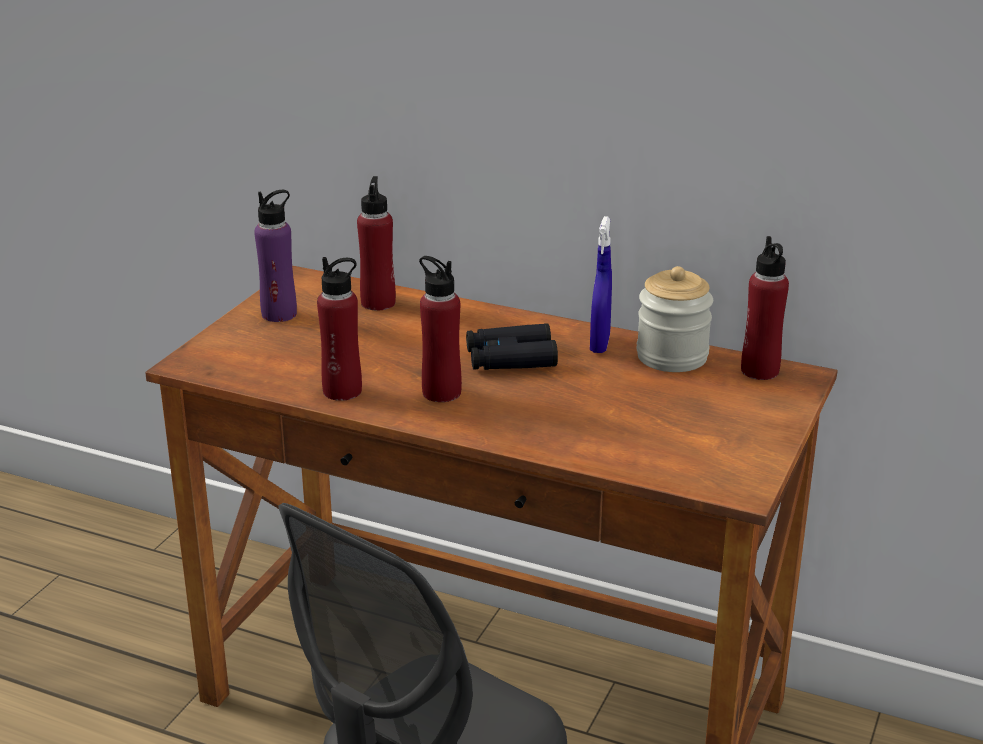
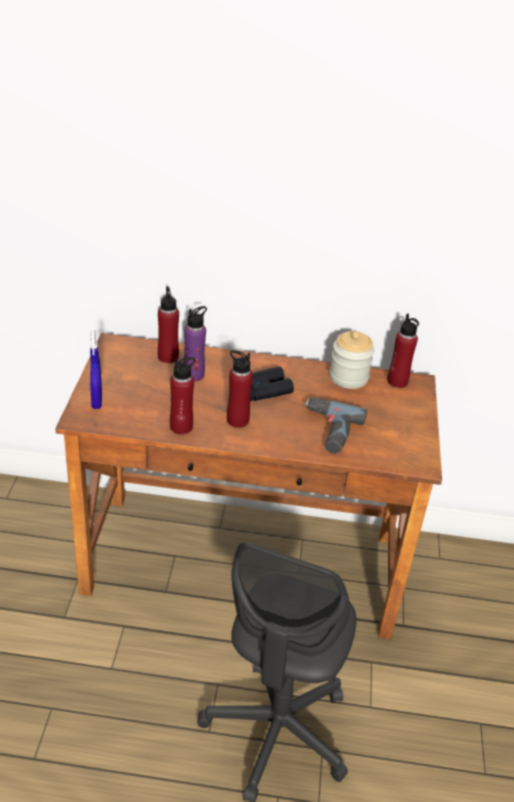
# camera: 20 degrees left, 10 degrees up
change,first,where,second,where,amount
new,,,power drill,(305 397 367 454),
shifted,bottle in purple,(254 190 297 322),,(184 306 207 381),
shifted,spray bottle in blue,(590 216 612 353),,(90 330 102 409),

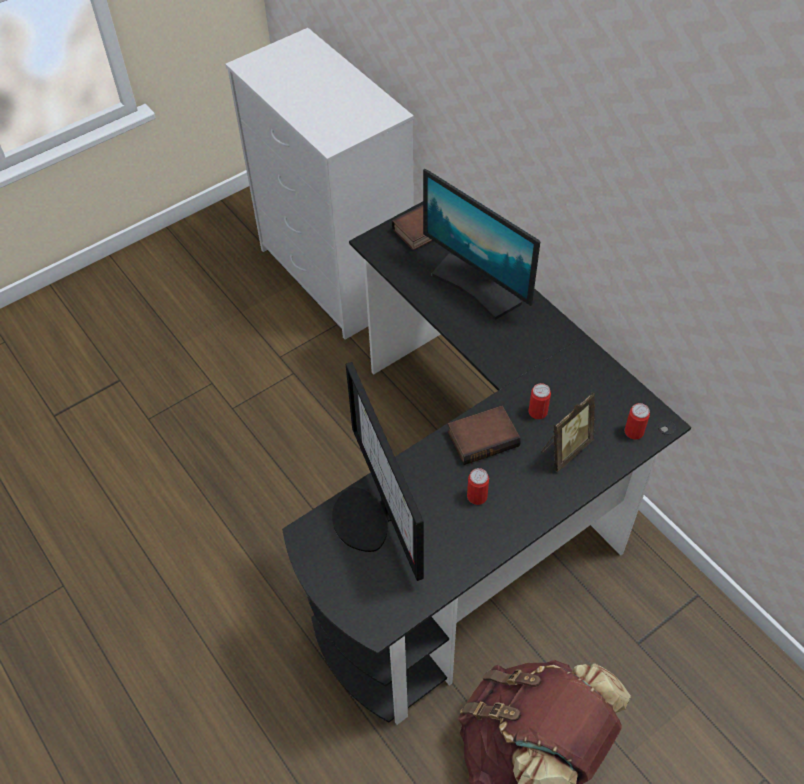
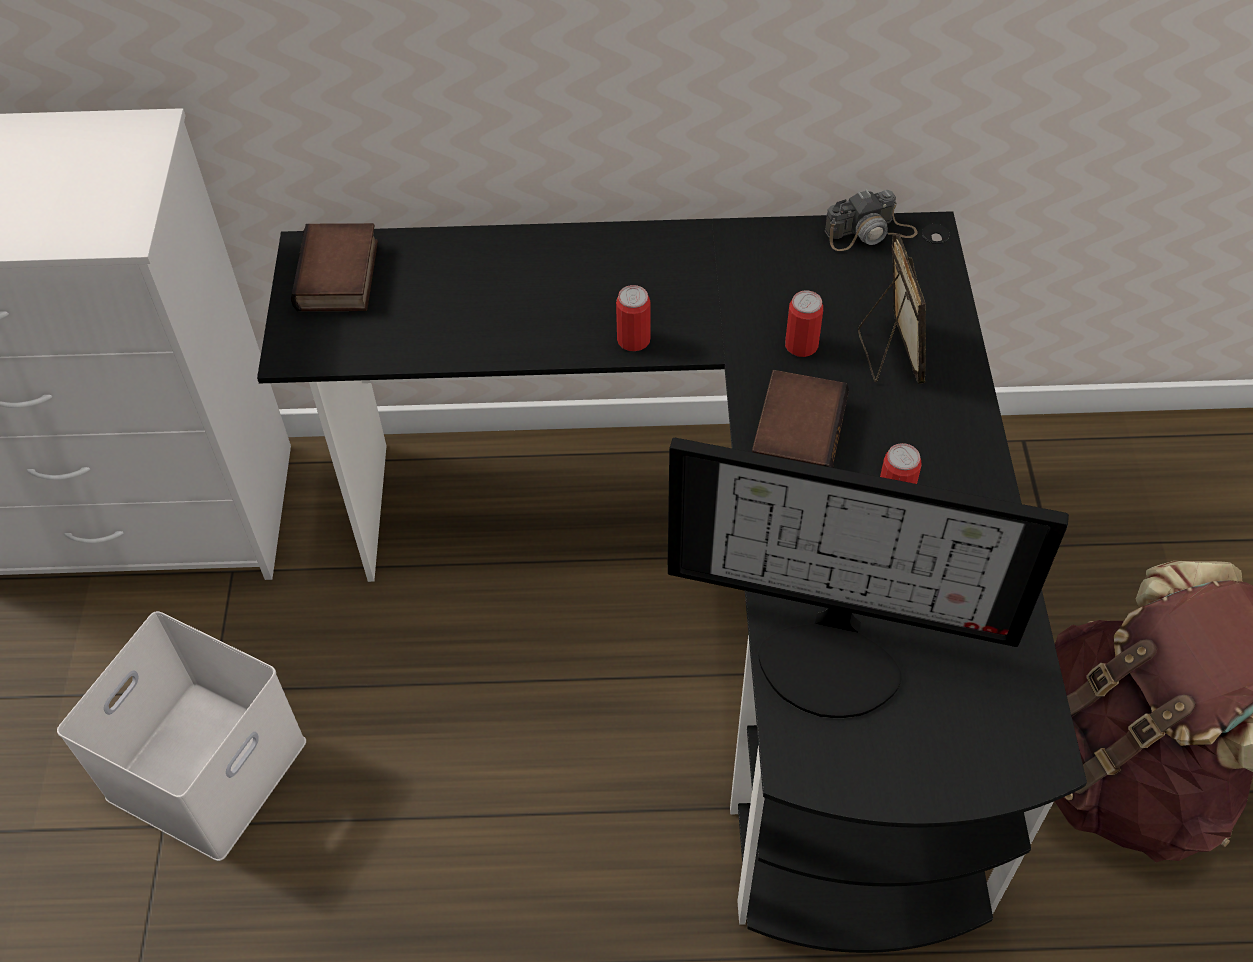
# camera: 55 degrees left, 0 degrees up
change,first,where,second,where,amount
gone,monitor,(423 169 541 320),,,
new,,,storage box in white,(57 611 306 861),
new,,,photo camera,(824 189 918 251),
shifted,can,(624 403 650 440),,(616 285 651 351),

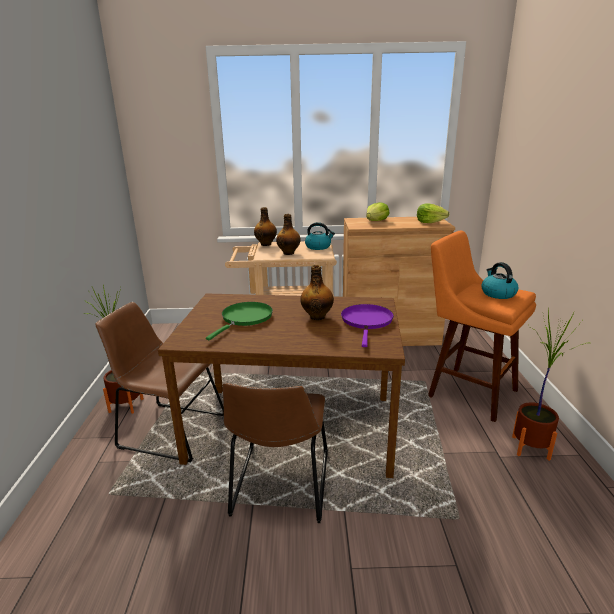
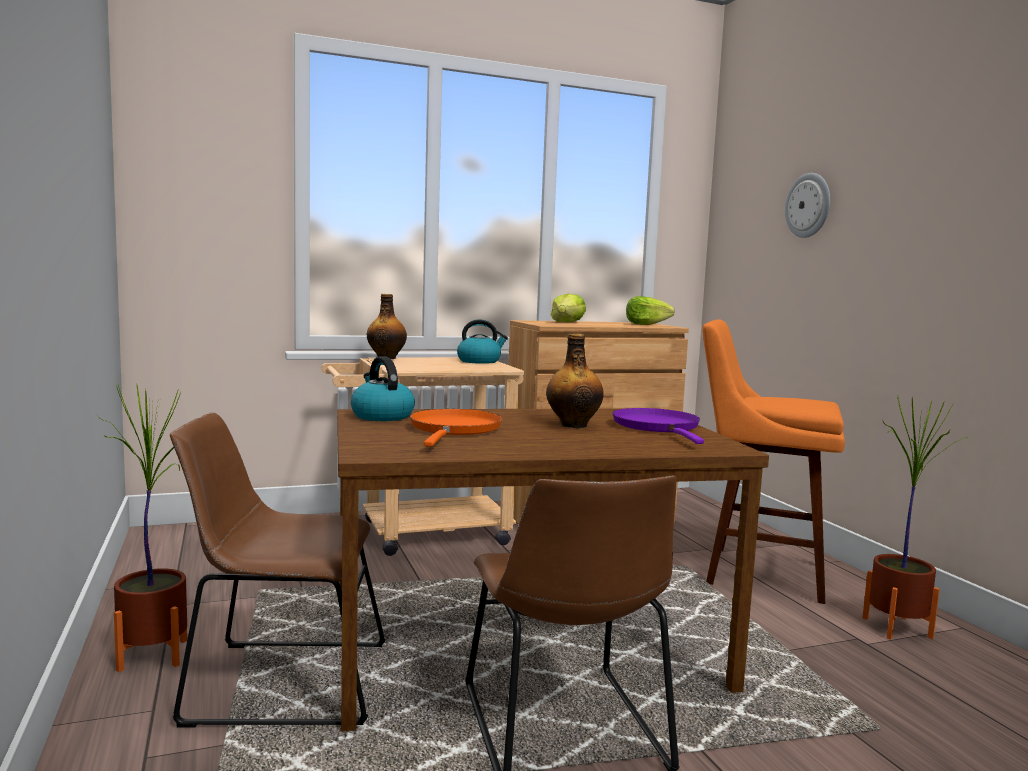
# camera: 20 degrees left, 15 degrees down
change,first,where,second,where,amount
gone,bottle,(276 214 301 255),,,
new,,,wall clock,(785 173 830 238),
shifted,kettle,(482 262 518 299),,(351 356 415 421),
repainted,frying pan in green,(206 302 273 340),frying pan in orange,(410 409 502 447),

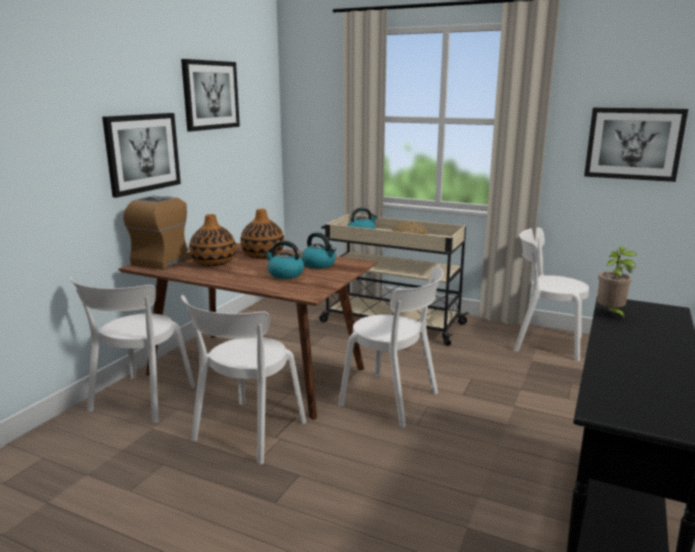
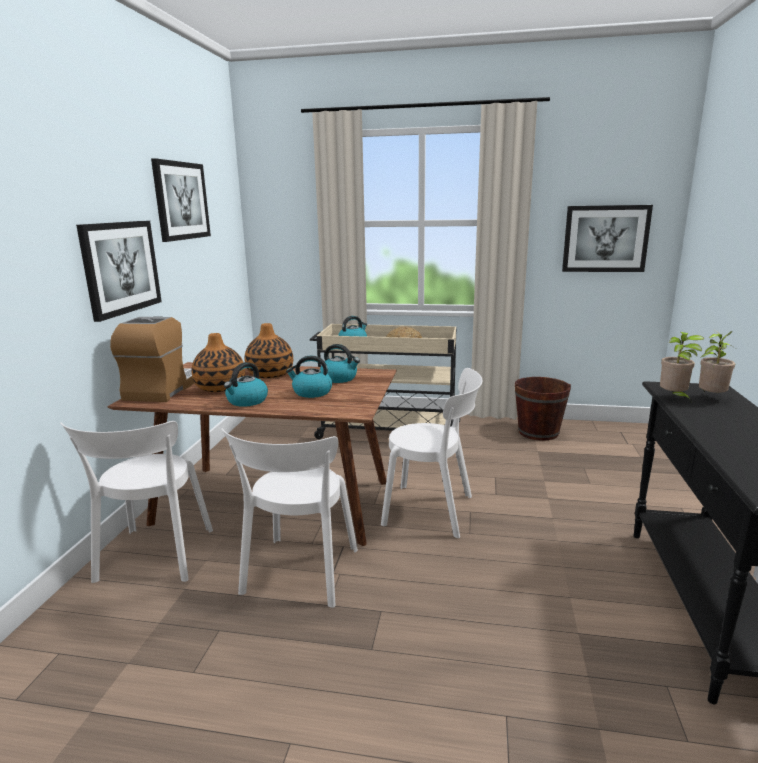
# camera: 15 degrees left, 0 degrees up
change,first,where,second,where,amount
new,,,kettle,(224 362 268 407),
new,,,potted plant,(699 330 735 393),
swapped,chair in white,(514 227 589 361),bucket in brown,(515 377 571 441),

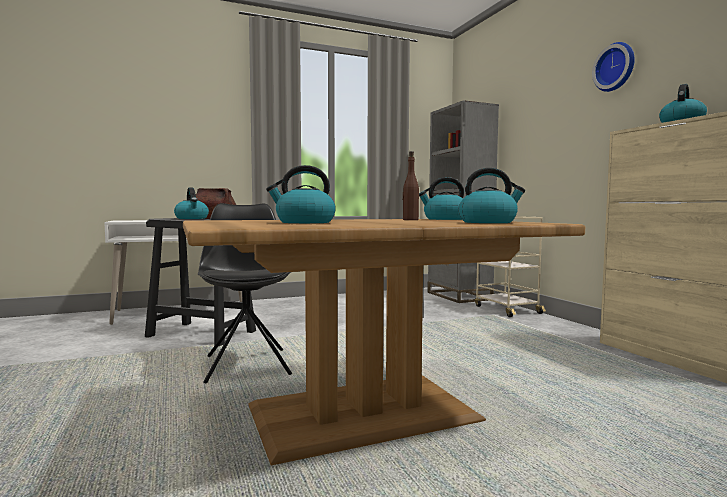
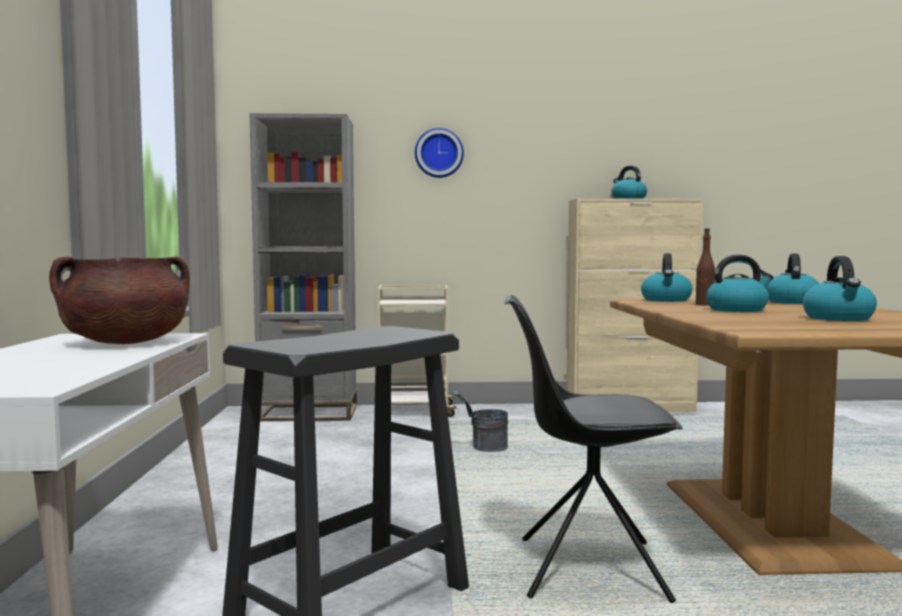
# camera: 70 degrees left, 0 degrees up
change,first,where,second,where,amount
new,,,bucket in grey,(452 391 508 452),
shifted,kettle,(174 187 209 219),,(706 255 773 312),
shifted,wall clock,(592 42 635 92),,(415 128 464 178),

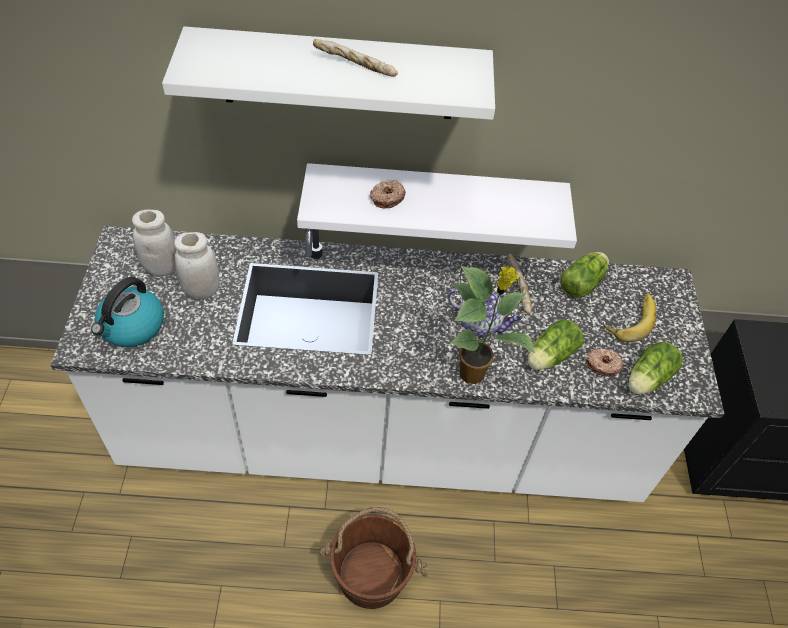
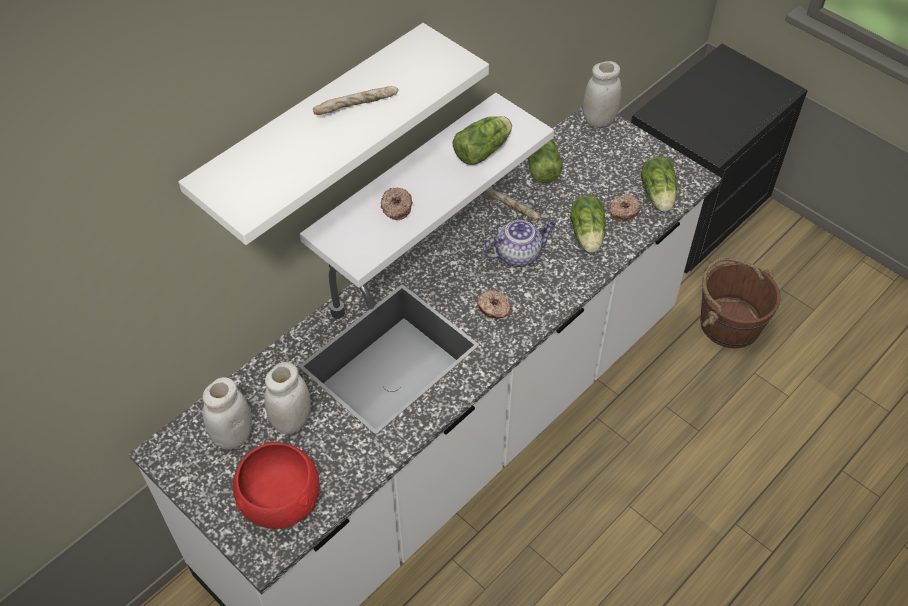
# camera: 45 degrees left, 0 degrees up
change,first,where,second,where,amount
gone,potted plant,(450 266 535 384),,,
gone,banana,(604 294 656 342),,,
new,,,lettuce,(453 116 512 165),
new,,,donut,(477 290 511 319),
new,,,jar in white,(583 61 622 127),
shifted,bucket in brown,(319 507 427 609),,(700 257 781 348),
swapped,kettle,(91 277 164 347),bowl in red,(233 442 320 529),

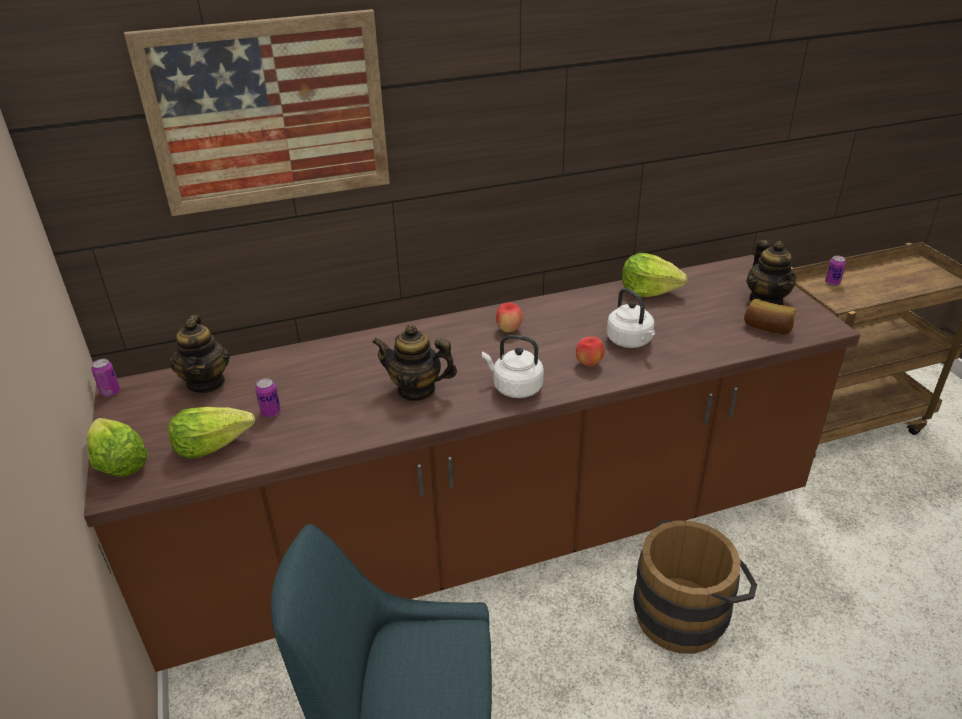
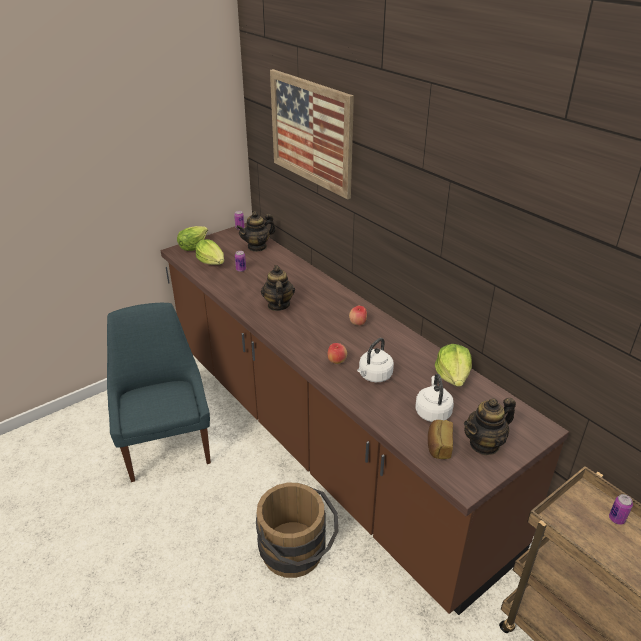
# camera: 70 degrees right, 0 degrees up
change,first,where,second,where,amount
shifted,kettle in white,(482 335 544 398),,(415 374 454 422),

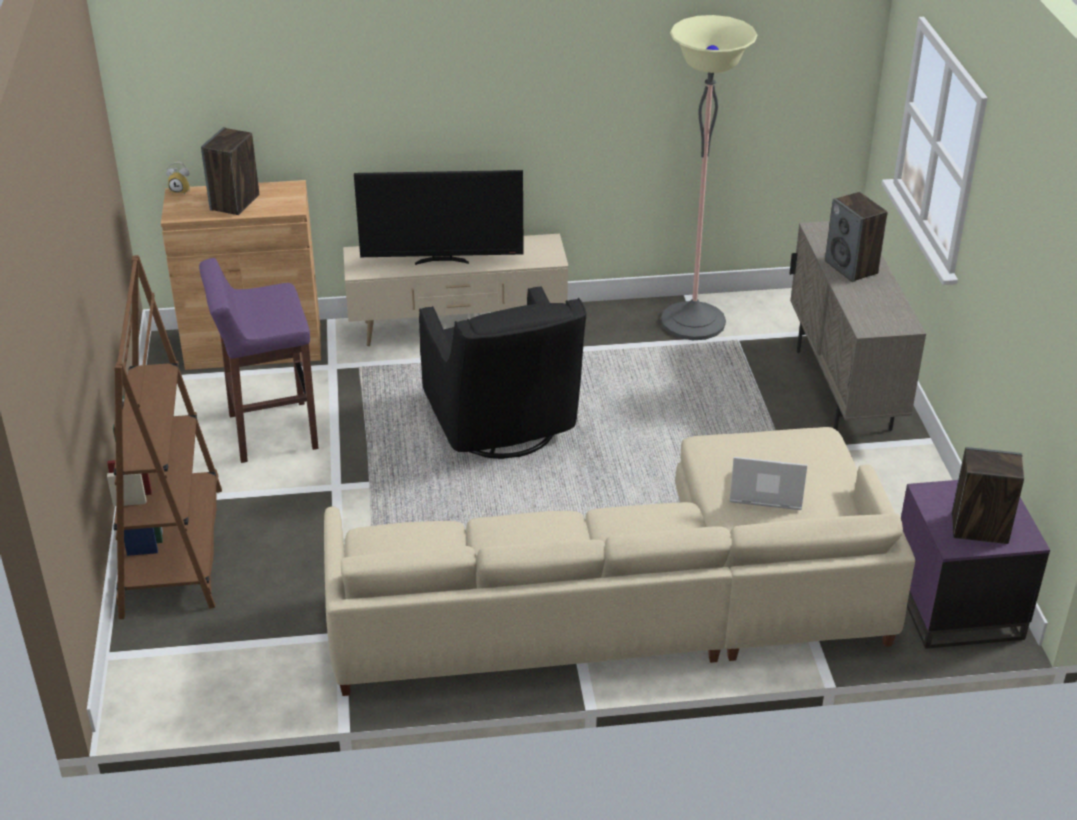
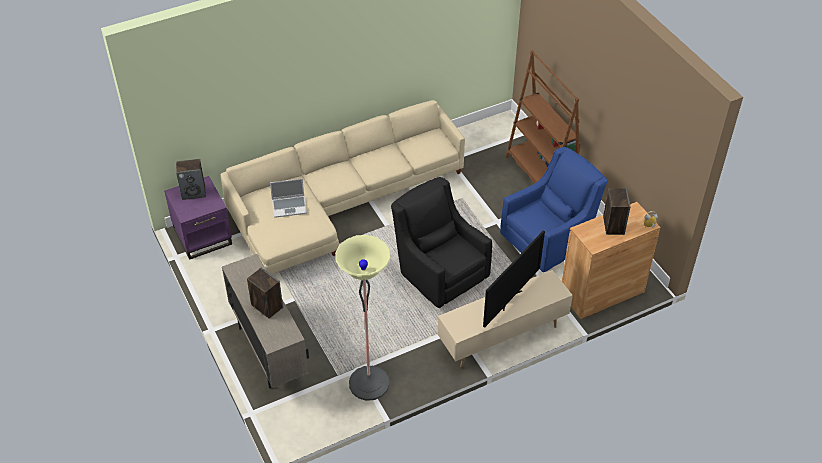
# camera: 160 degrees right, 10 degrees up
change,first,where,second,where,amount
swapped,stool in purple,(199 258 318 463),armchair in blue,(500 147 607 272),
rotated,television,(354 170 524 265),,(483 230 545 328),150 degrees clockwise

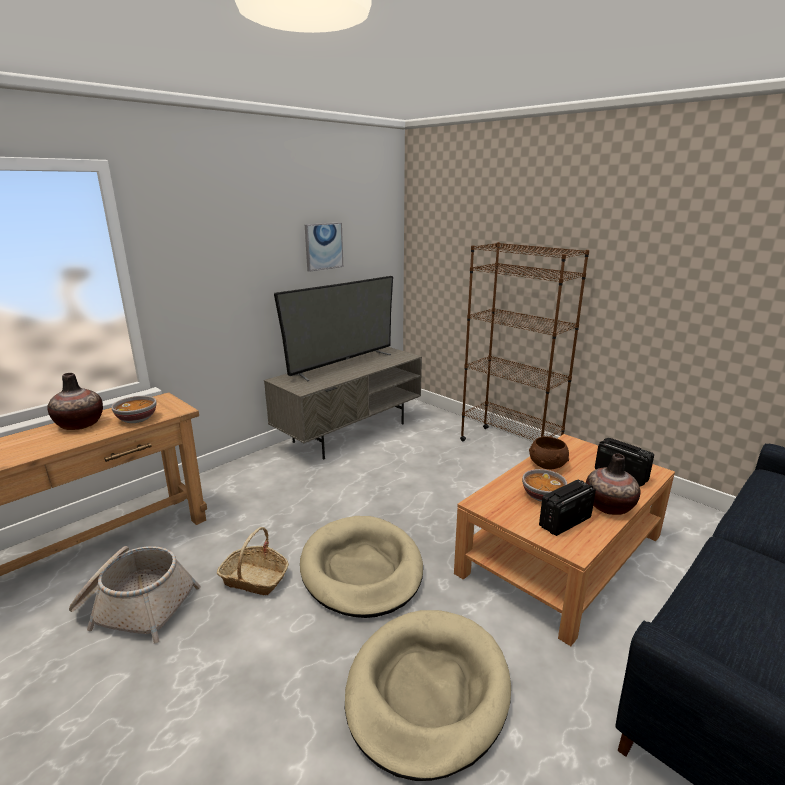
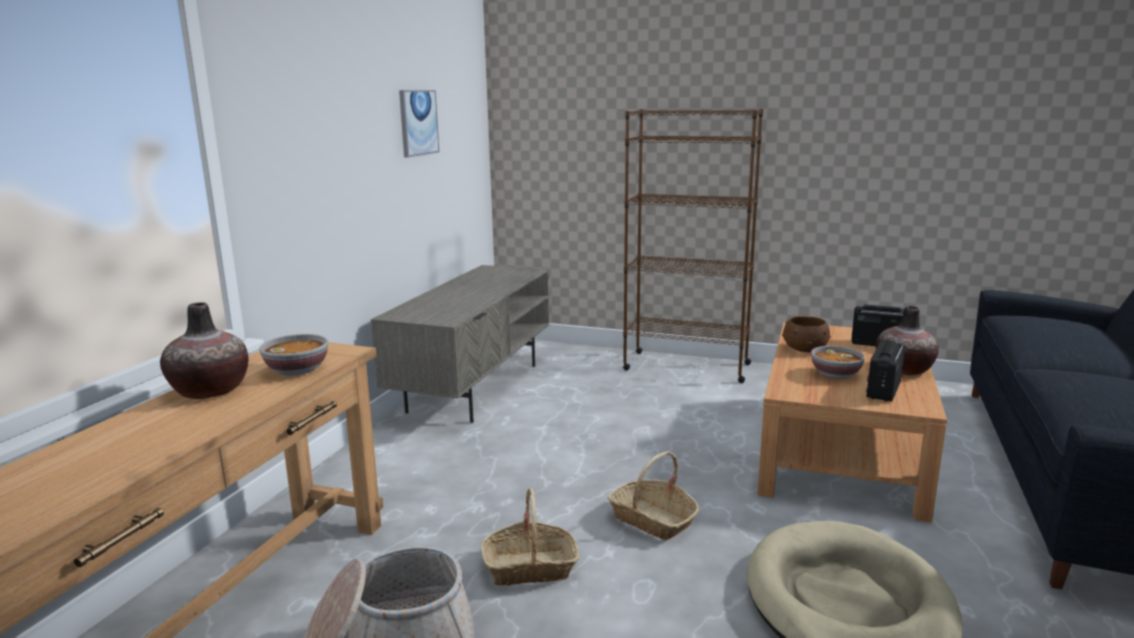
# camera: 25 degrees left, 5 degrees down
change,first,where,second,where,amount
gone,television,(274 276 393 381),,,
swapped,dog bed in beige,(300 516 423 618),basket,(607 451 699 540),

